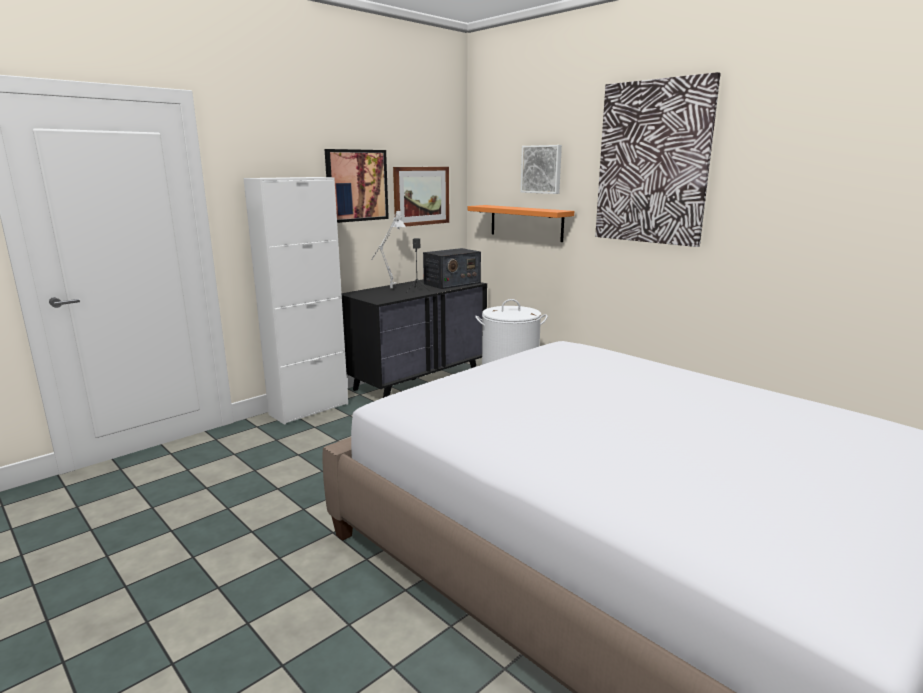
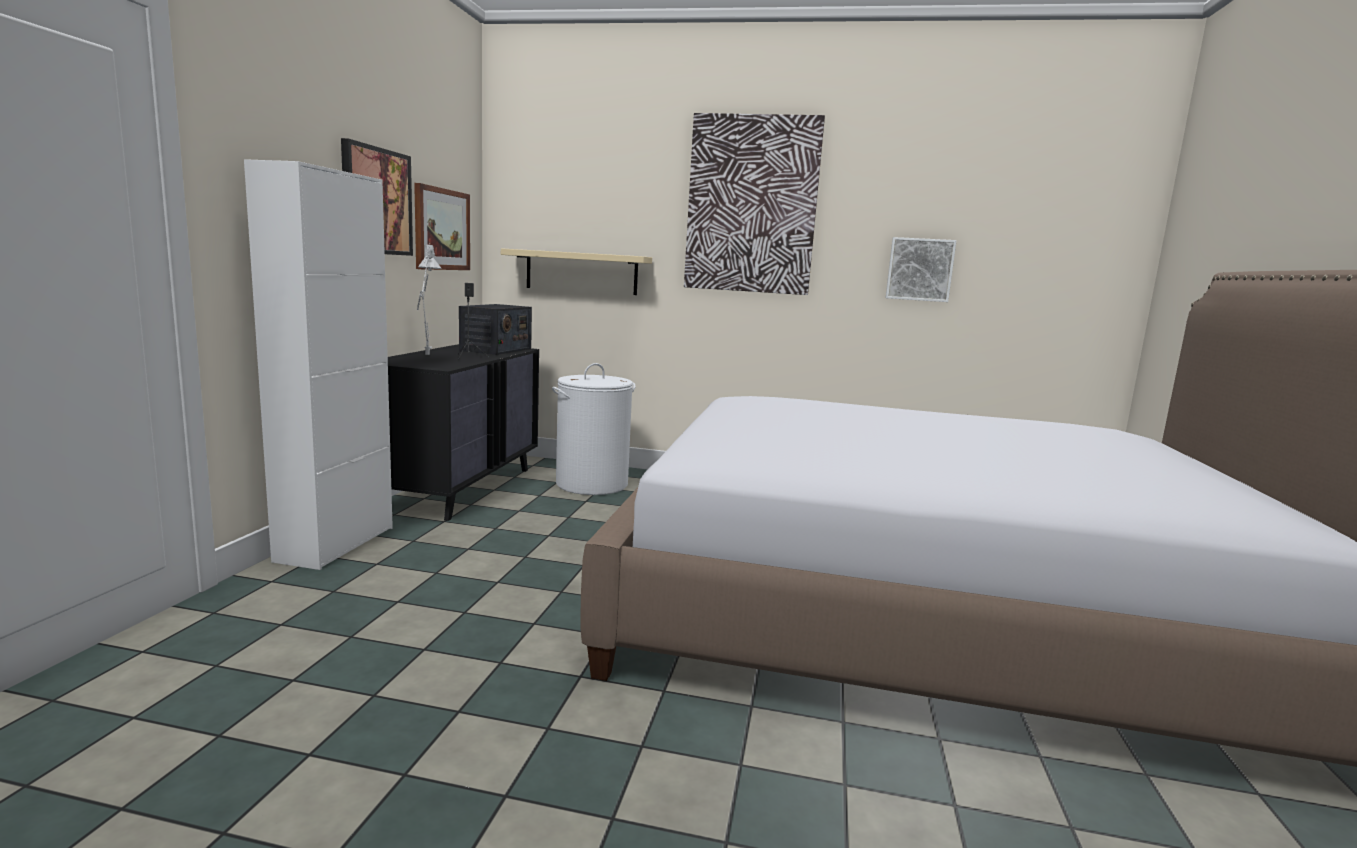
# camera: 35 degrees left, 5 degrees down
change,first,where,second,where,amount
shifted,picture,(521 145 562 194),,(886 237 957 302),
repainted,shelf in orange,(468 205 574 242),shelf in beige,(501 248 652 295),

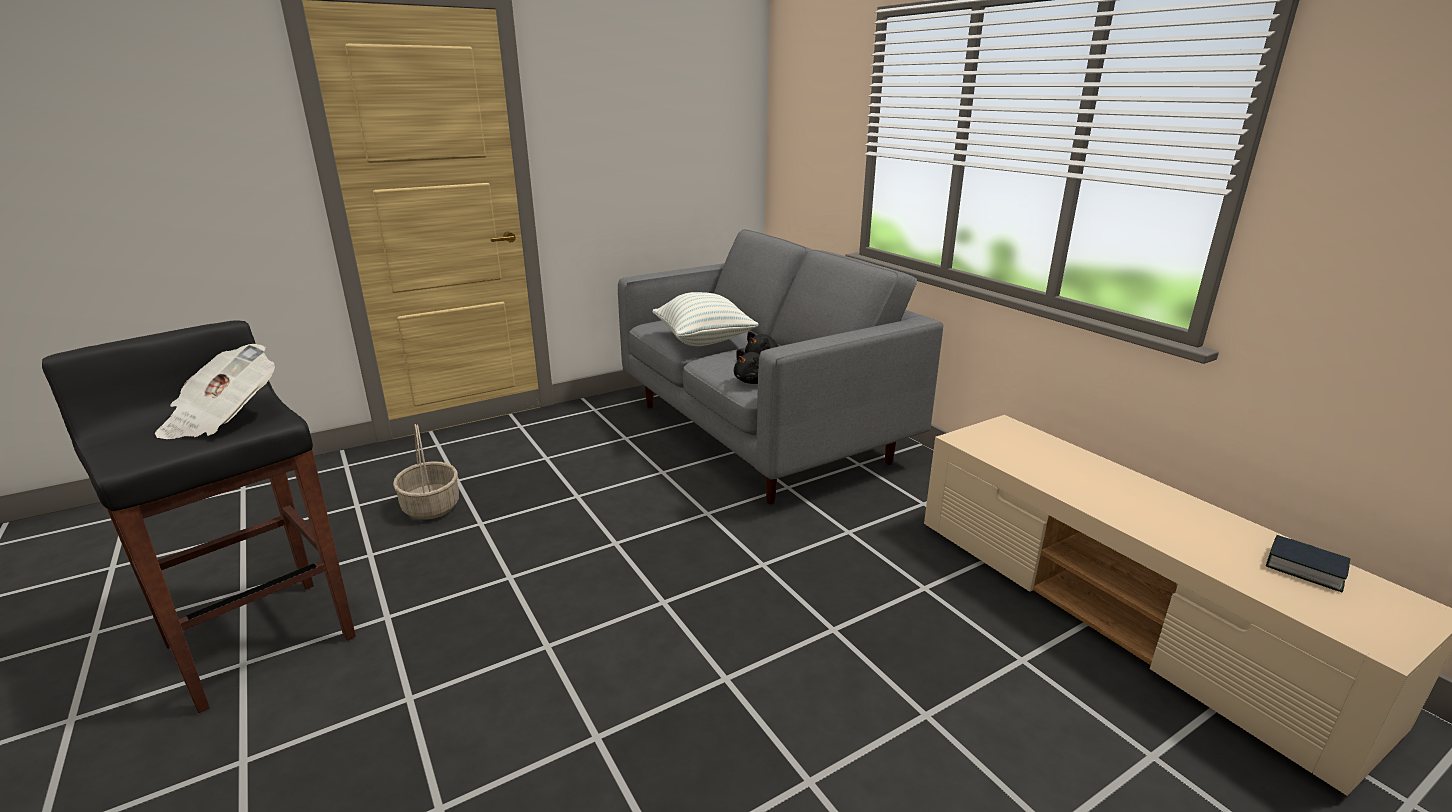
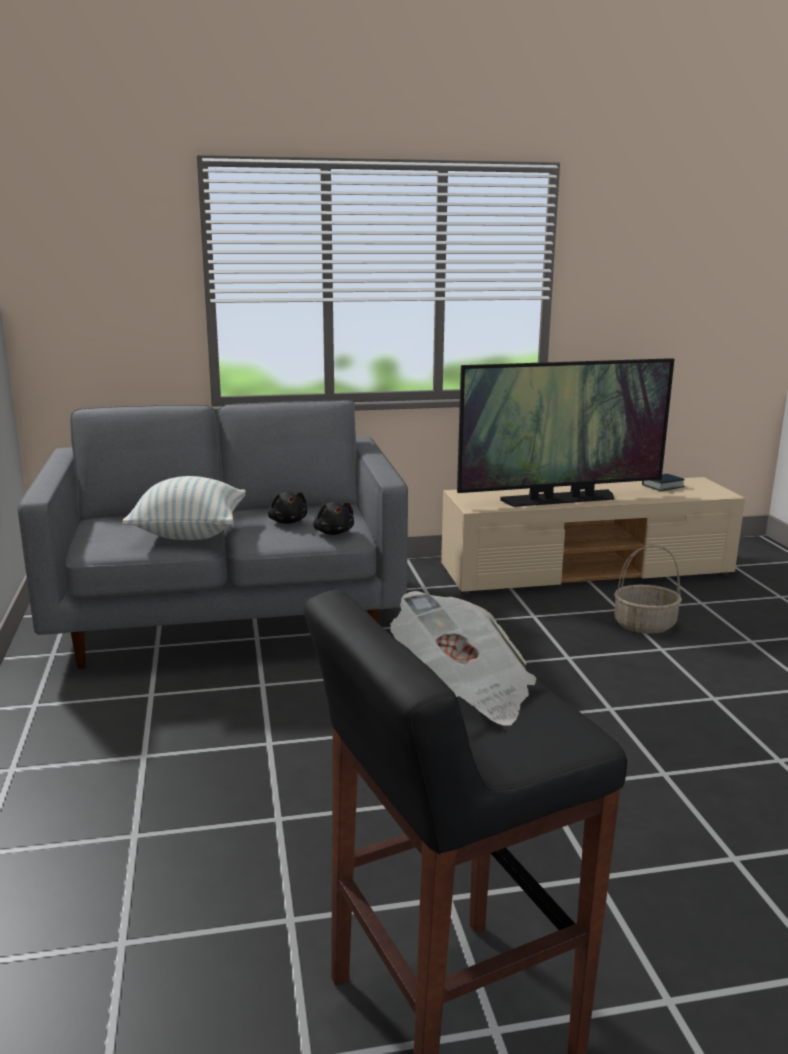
# camera: 70 degrees left, 5 degrees down
change,first,where,second,where,amount
new,,,television,(457 358 674 507),
shifted,basket,(393 424 459 520),,(614 545 682 634),

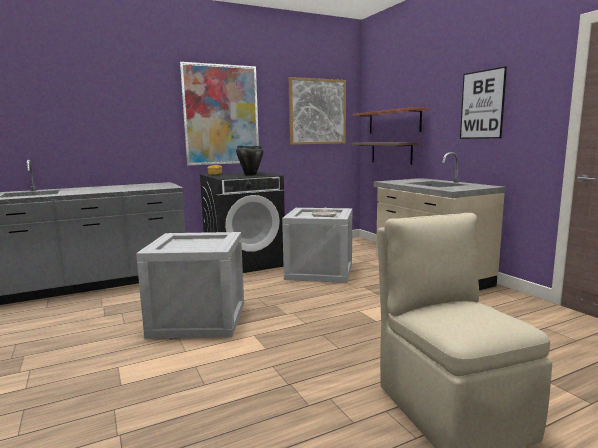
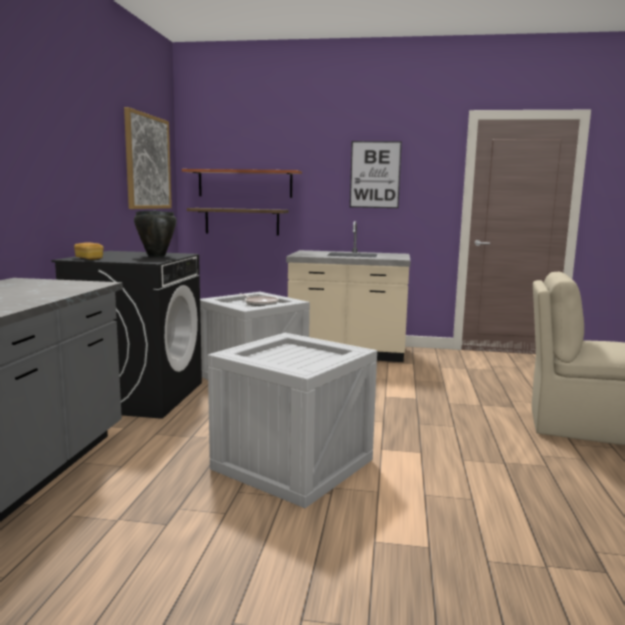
# camera: 55 degrees left, 0 degrees up
change,first,where,second,where,amount
gone,picture,(180 62 259 166),,,

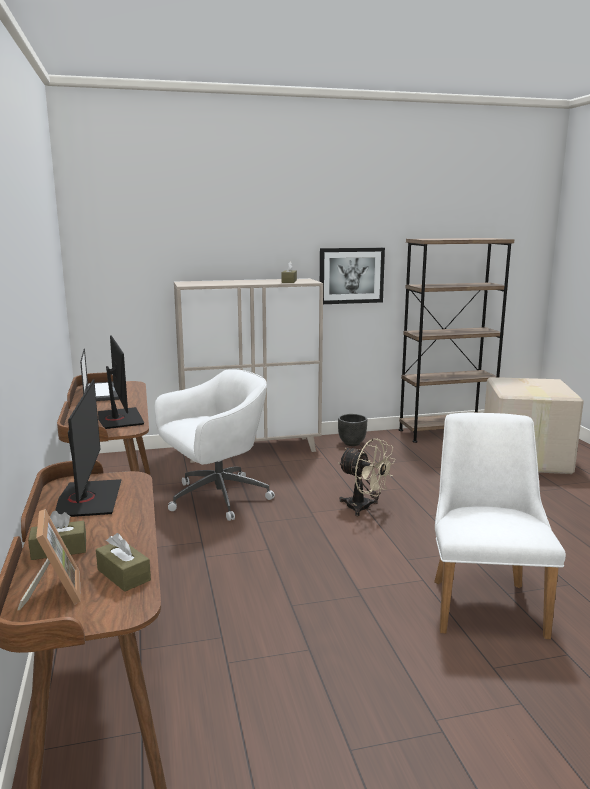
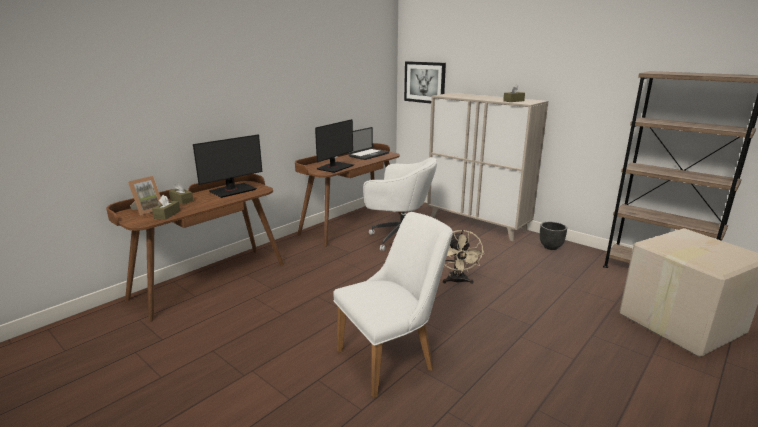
# camera: 55 degrees right, 5 degrees up
change,first,where,second,where,amount
shifted,picture,(320 248 385 304),,(404 61 446 104),

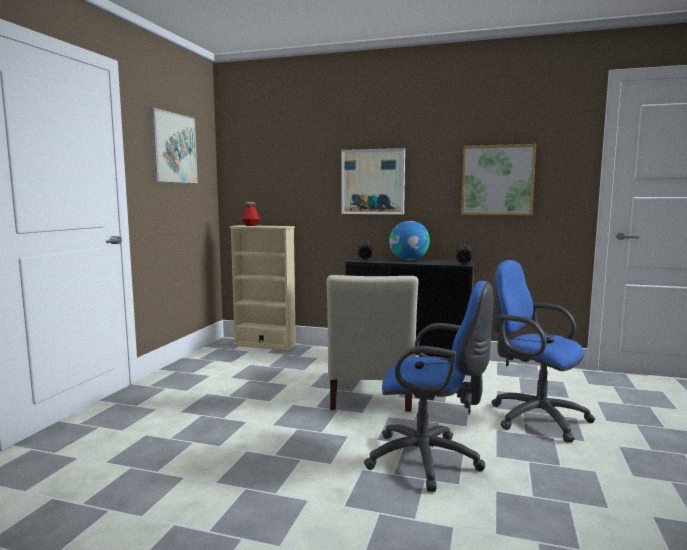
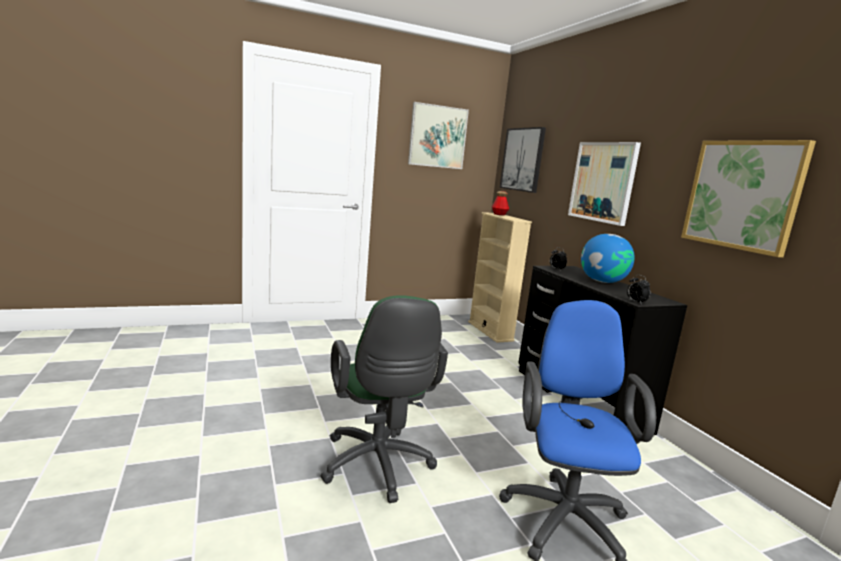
# camera: 50 degrees right, 5 degrees up
change,first,where,second,where,amount
gone,chair in beige,(326 275 418 412),,,
new,,,picture,(500 127 546 193),
repainted,office chair in blue,(364 281 494 492),office chair in green,(320 295 448 503),

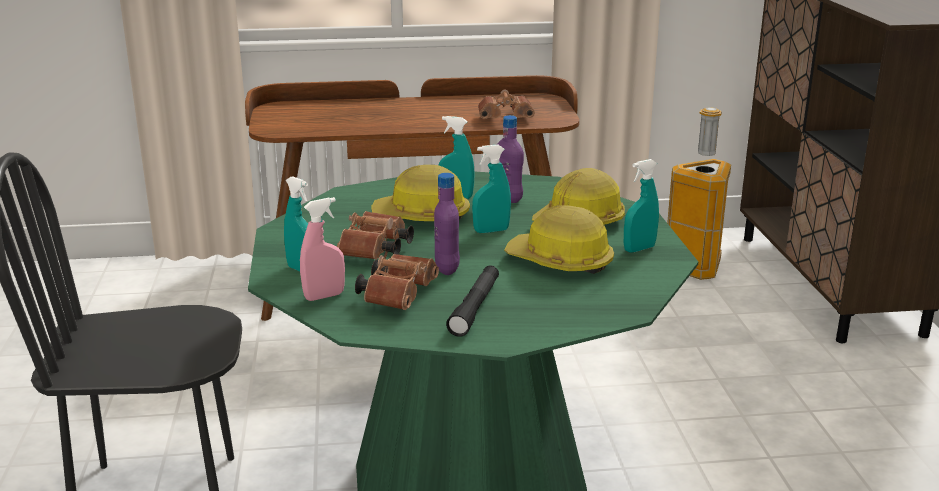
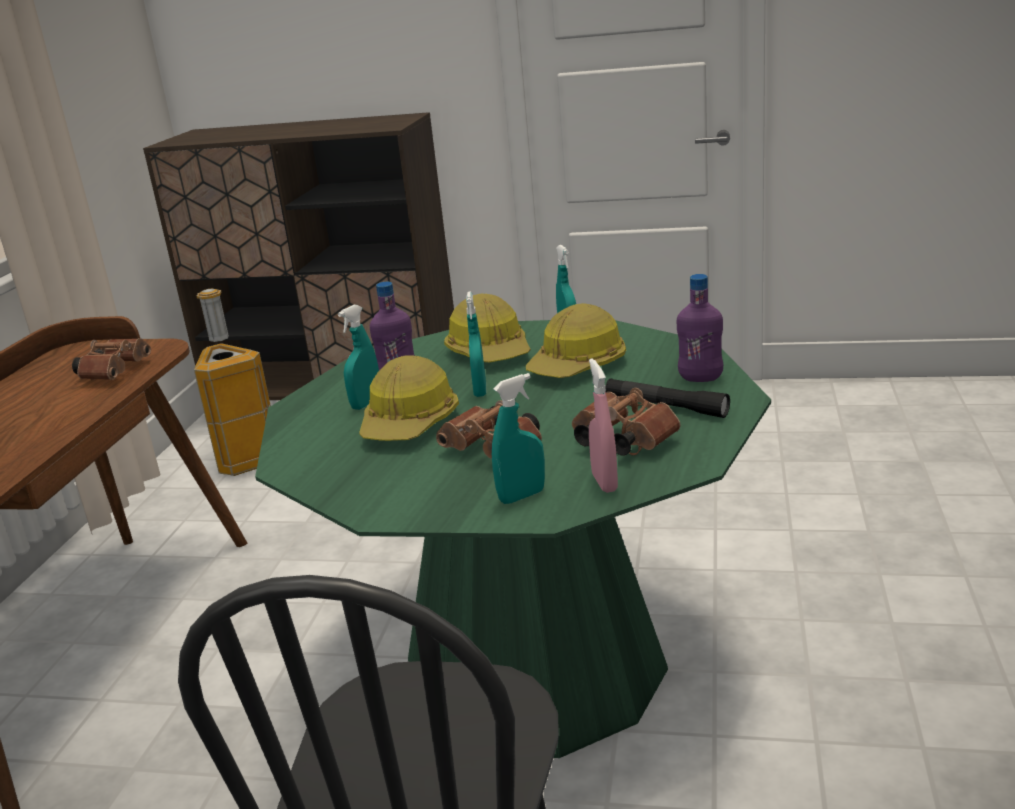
# camera: 70 degrees left, 0 degrees up
change,first,where,second,where,amount
shifted,bottle in purple,(434 173 460 275),,(677 274 723 382),

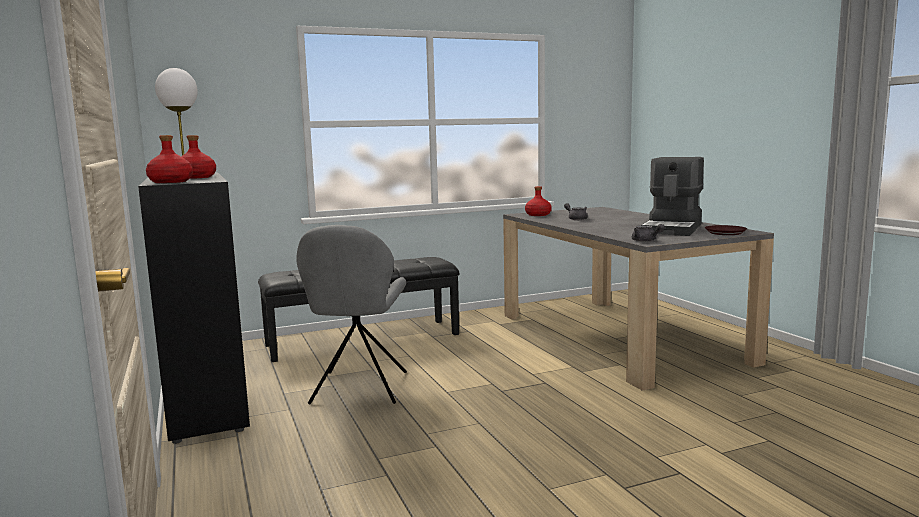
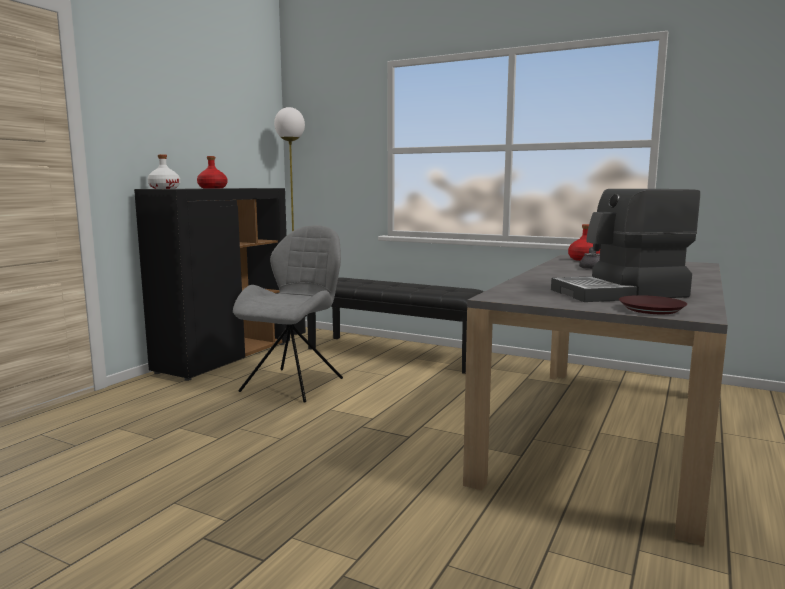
# camera: 50 degrees right, 0 degrees up
change,first,where,second,where,amount
gone,teapot in grey,(632 224 665 242),,,
repainted,bottle in red,(146 135 193 183),bottle in white,(147 154 180 189),
rotated,chair in grey,(296 225 407 404),,(233 225 343 403),150 degrees clockwise

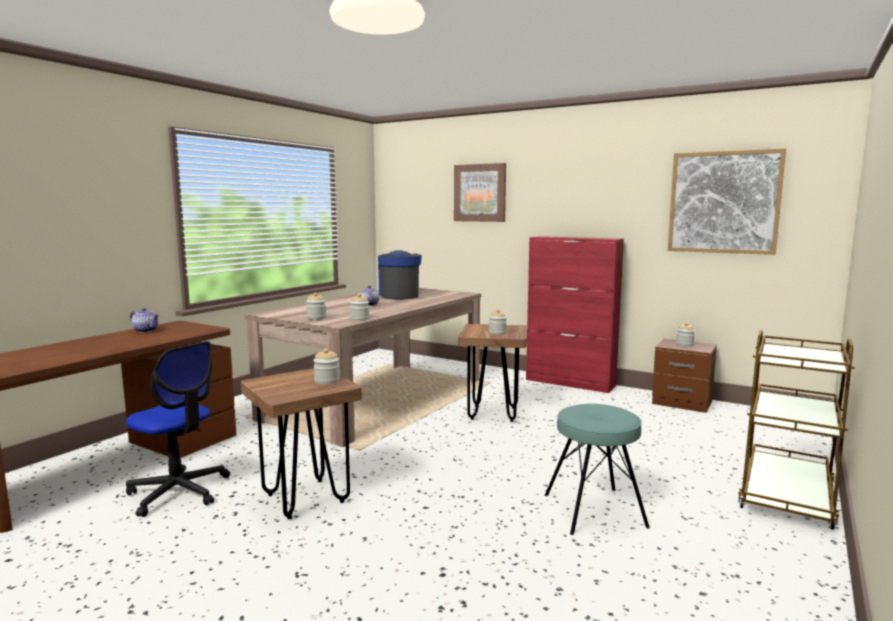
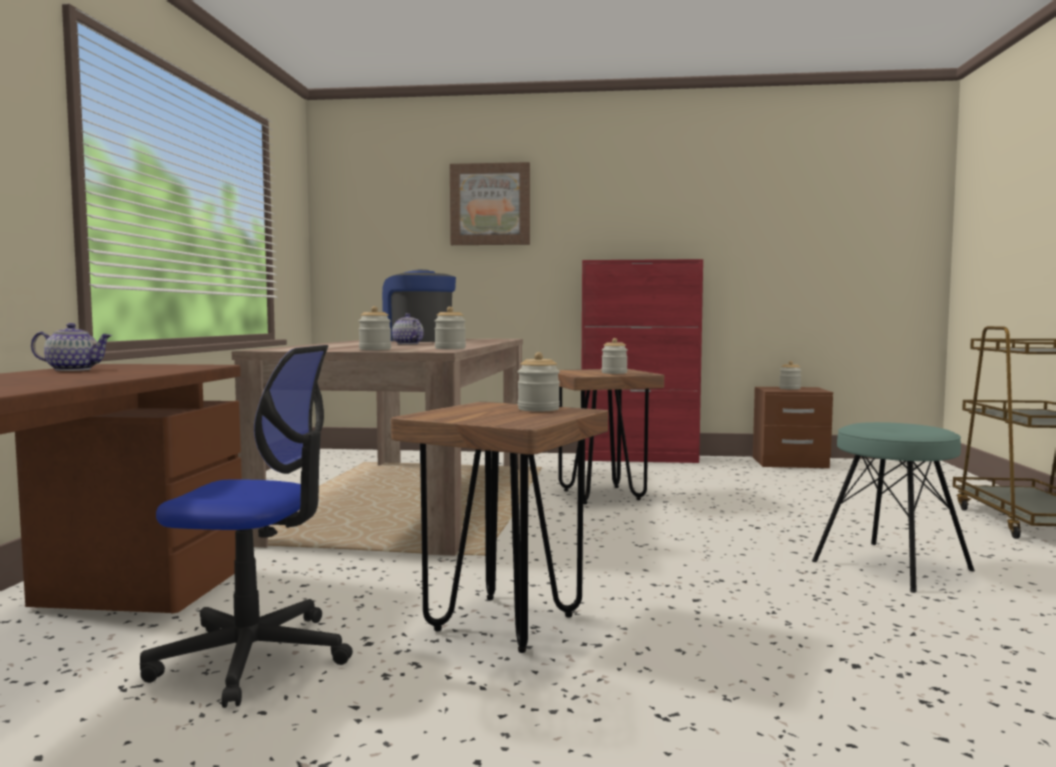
# camera: 25 degrees left, 5 degrees down
change,first,where,second,where,amount
gone,picture,(668 149 786 255),,,

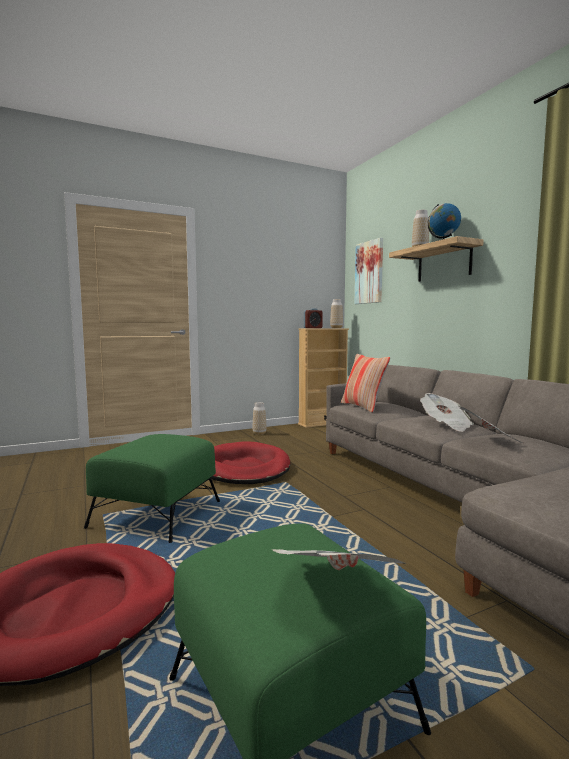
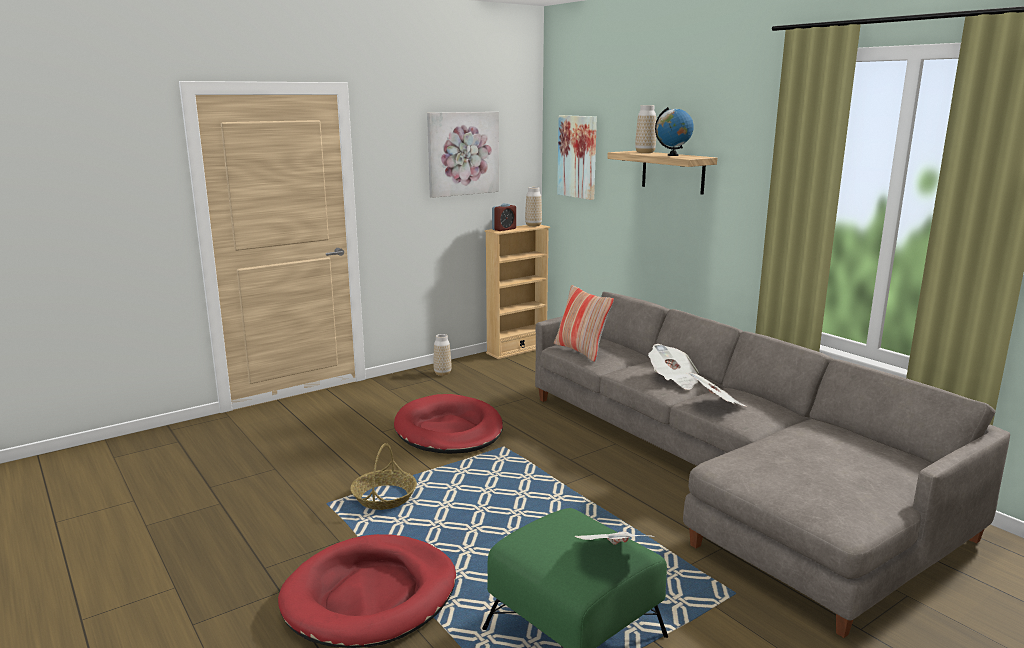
# camera: 10 degrees left, 10 degrees up
change,first,where,second,where,amount
new,,,picture,(427 112 499 198),
swapped,ottoman in green,(84 434 220 543),basket,(350 443 417 510),

